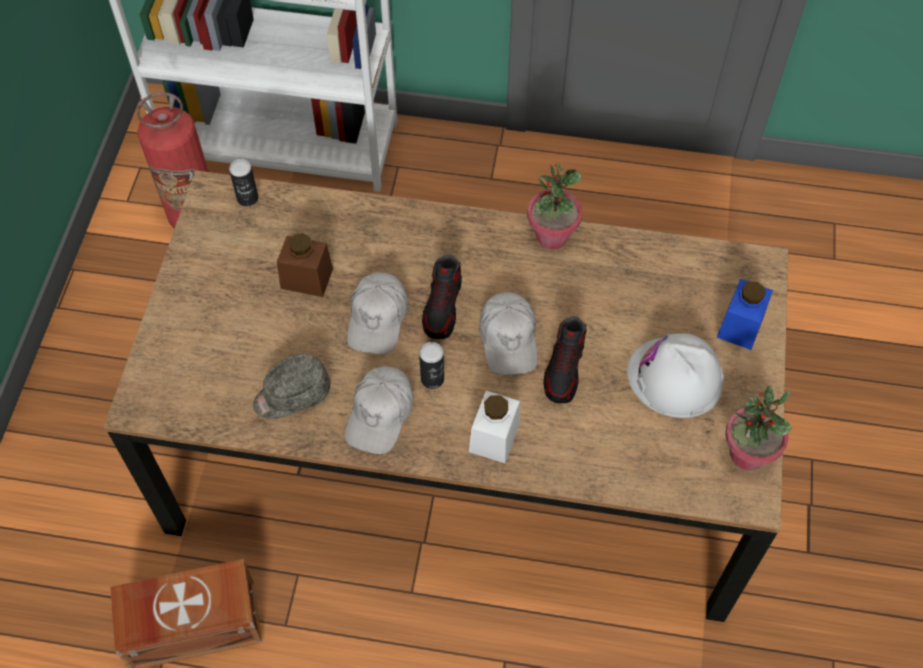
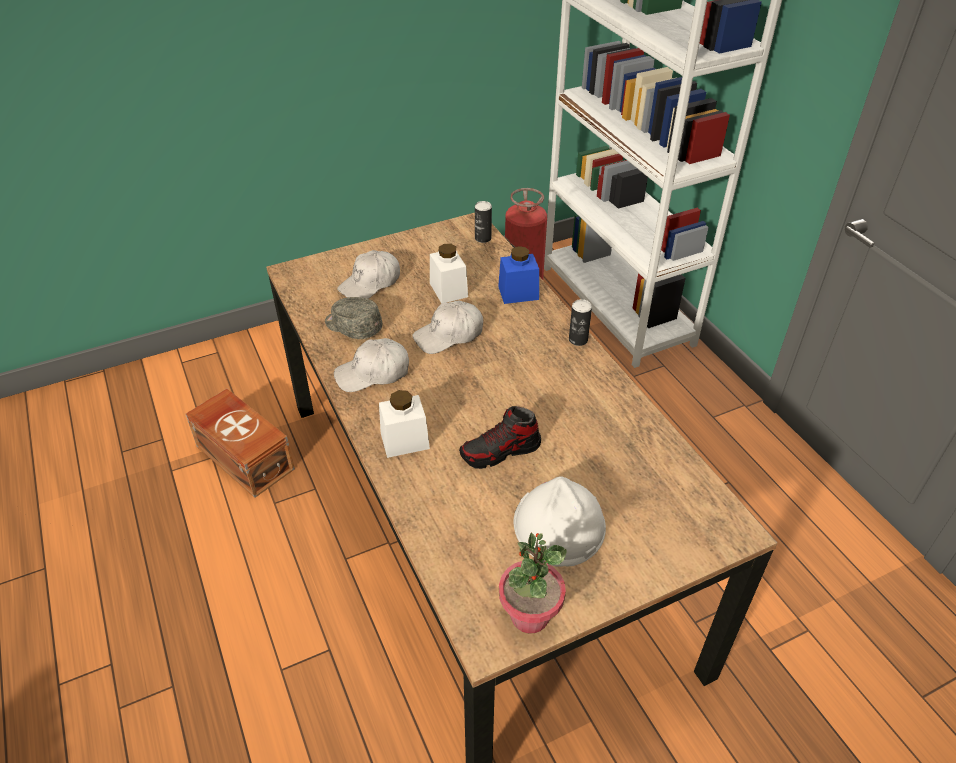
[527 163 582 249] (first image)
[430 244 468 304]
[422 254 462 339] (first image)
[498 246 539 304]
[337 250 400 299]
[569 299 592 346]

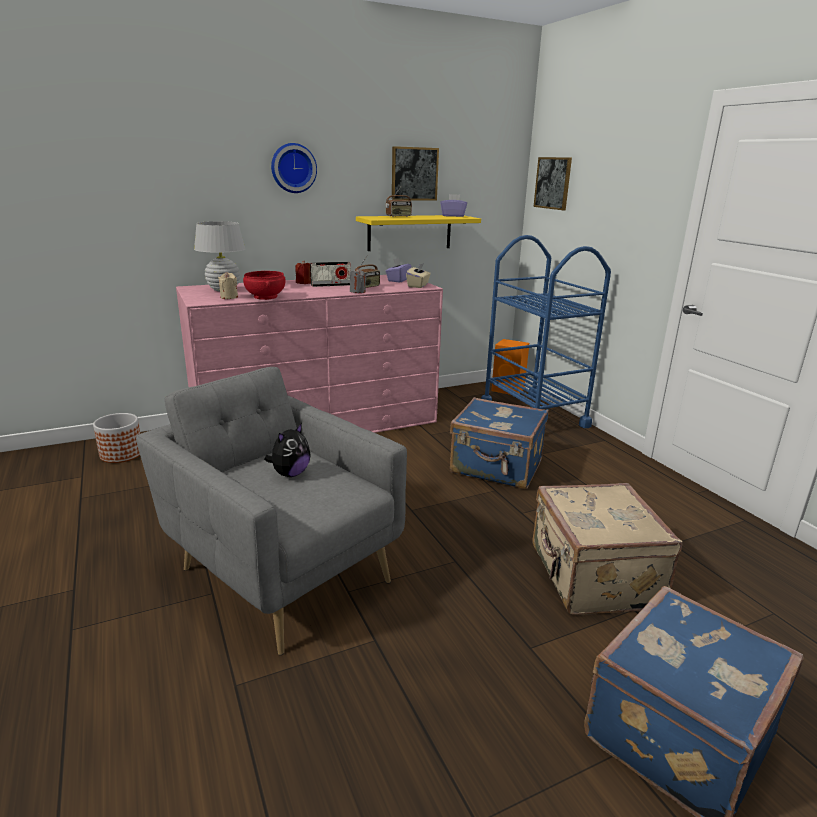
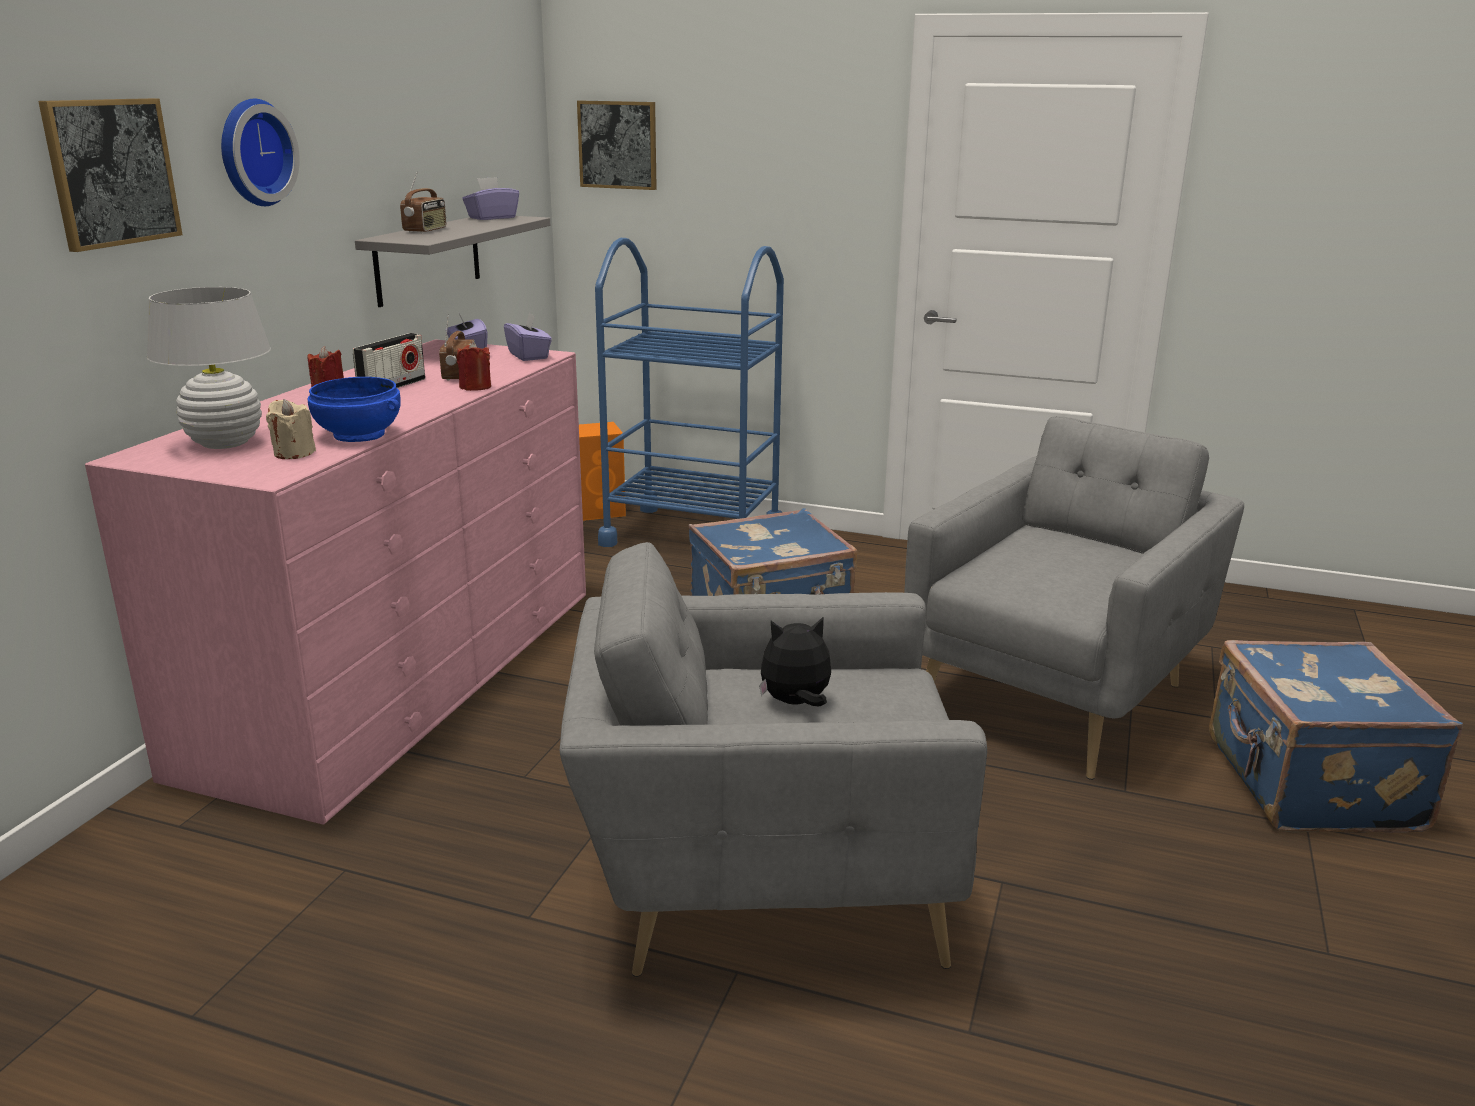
[38 98 182 252]
[355 216 550 307]
[504 312 552 361]
[457 341 491 391]
[308 377 401 442]
[93 413 140 463] (first image)
[759 616 831 707]
[904 416 1244 780]

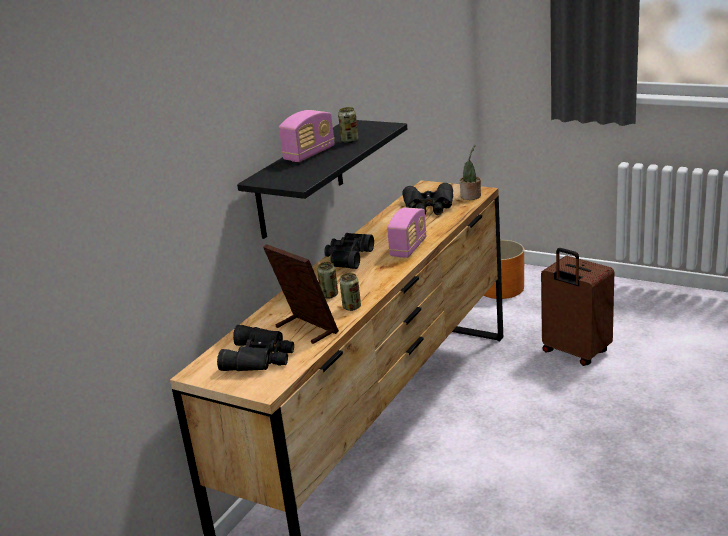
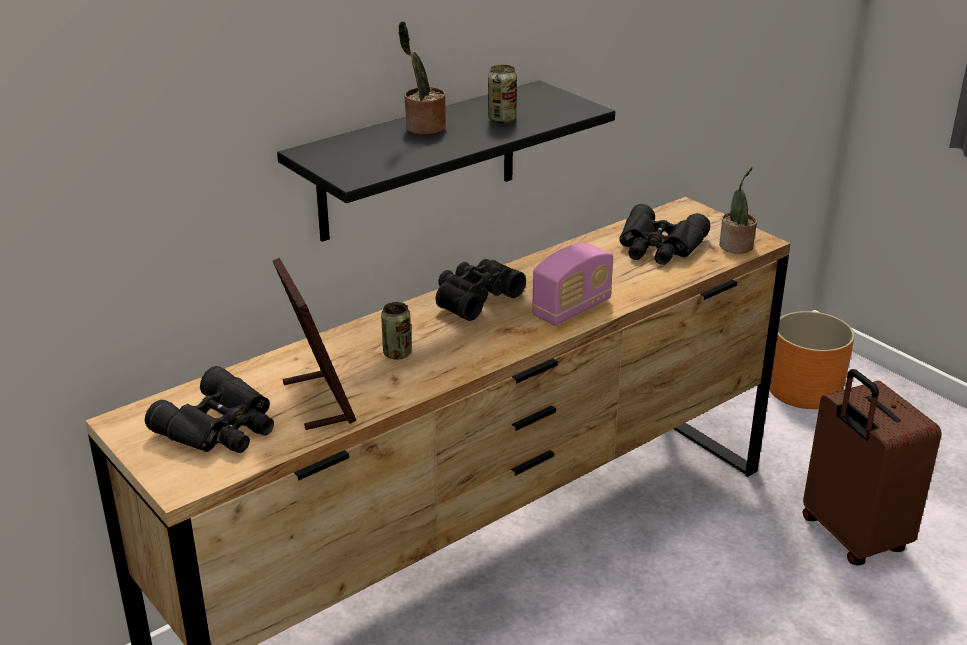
[398 21 446 135]
[340 273 361 311] (first image)

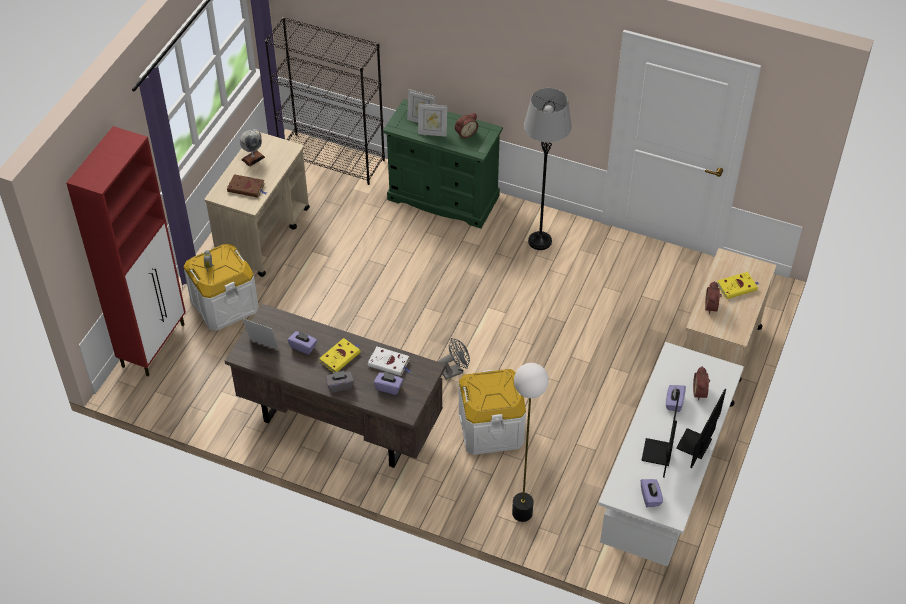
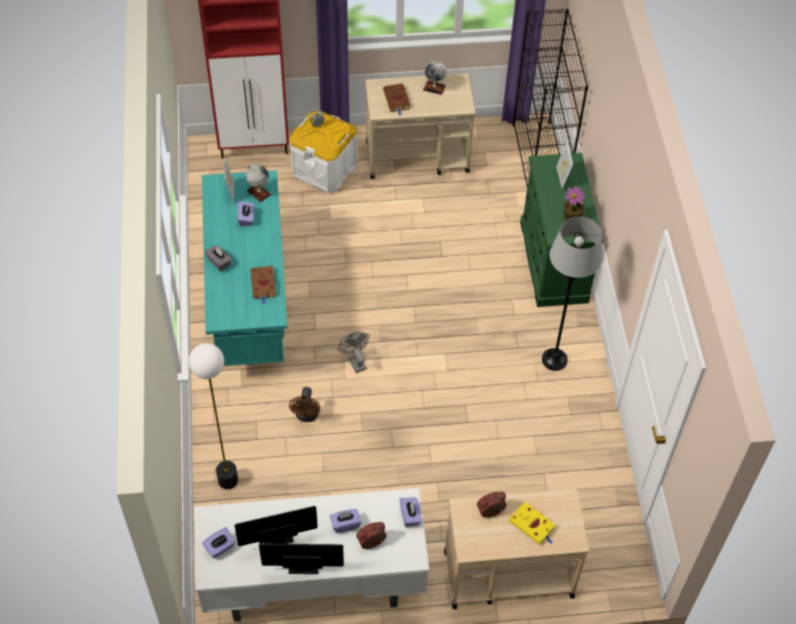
[418 103 447 137] (first image)
[563 186 586 220]
[202 170 287 366]
[319 338 361 372] (first image)
[338 332 370 373]
[250 266 276 304]
[289 387 320 422]
[400 497 422 527]
[246 164 271 202]

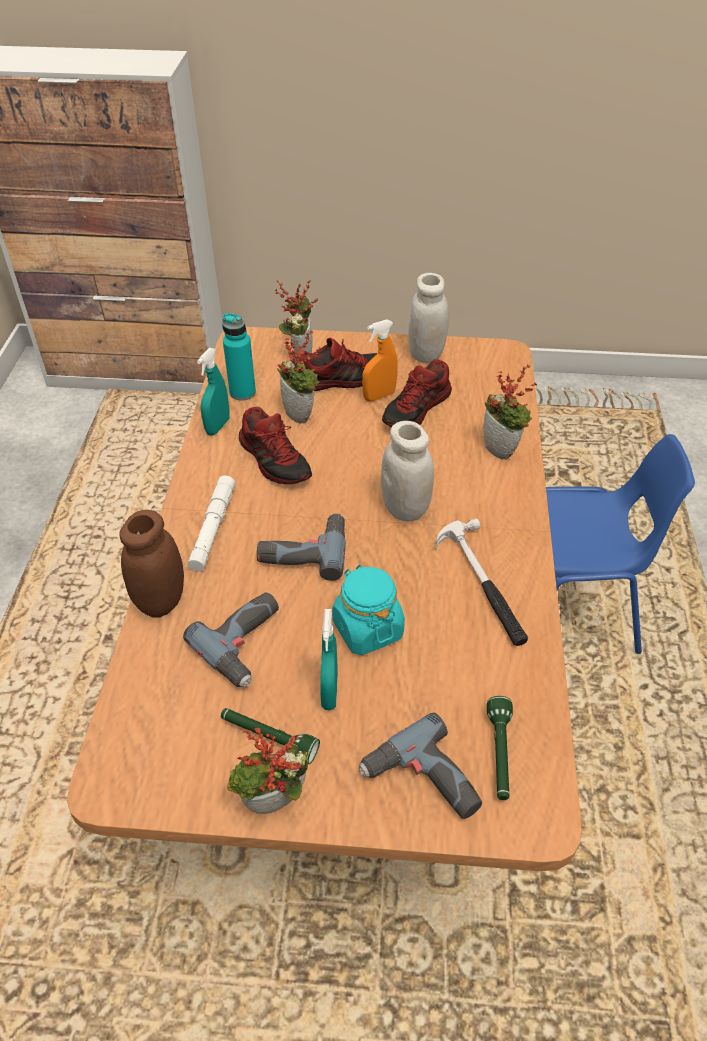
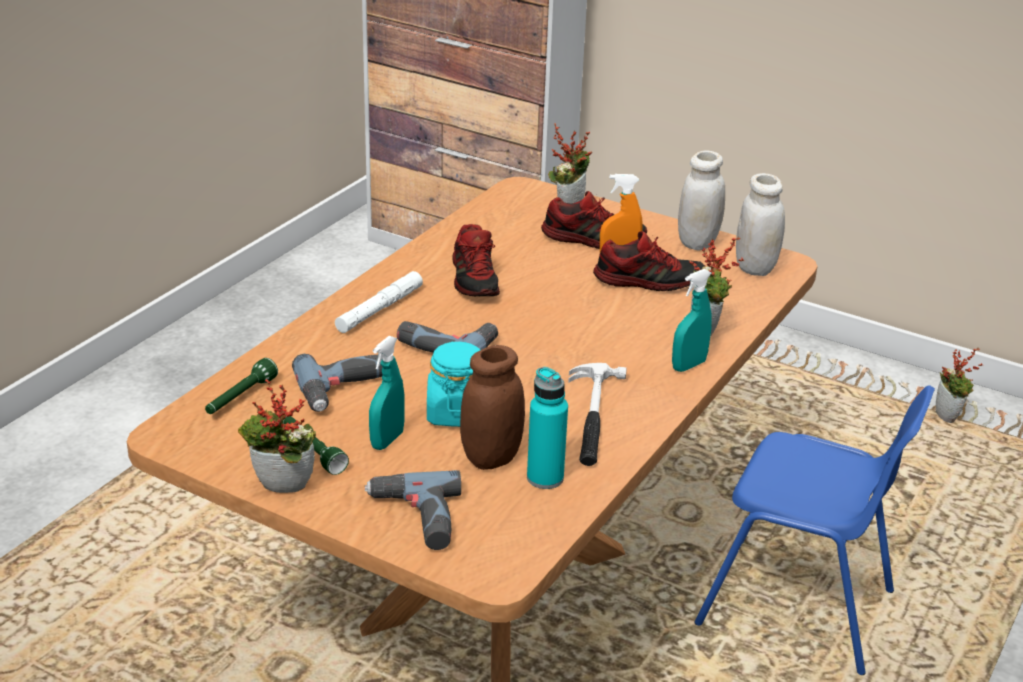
[527 367 568 489]
[936 348 982 423]
[672 269 712 372]
[593 231 705 291]
[736 173 785 276]
[460 345 525 470]
[205 358 278 414]

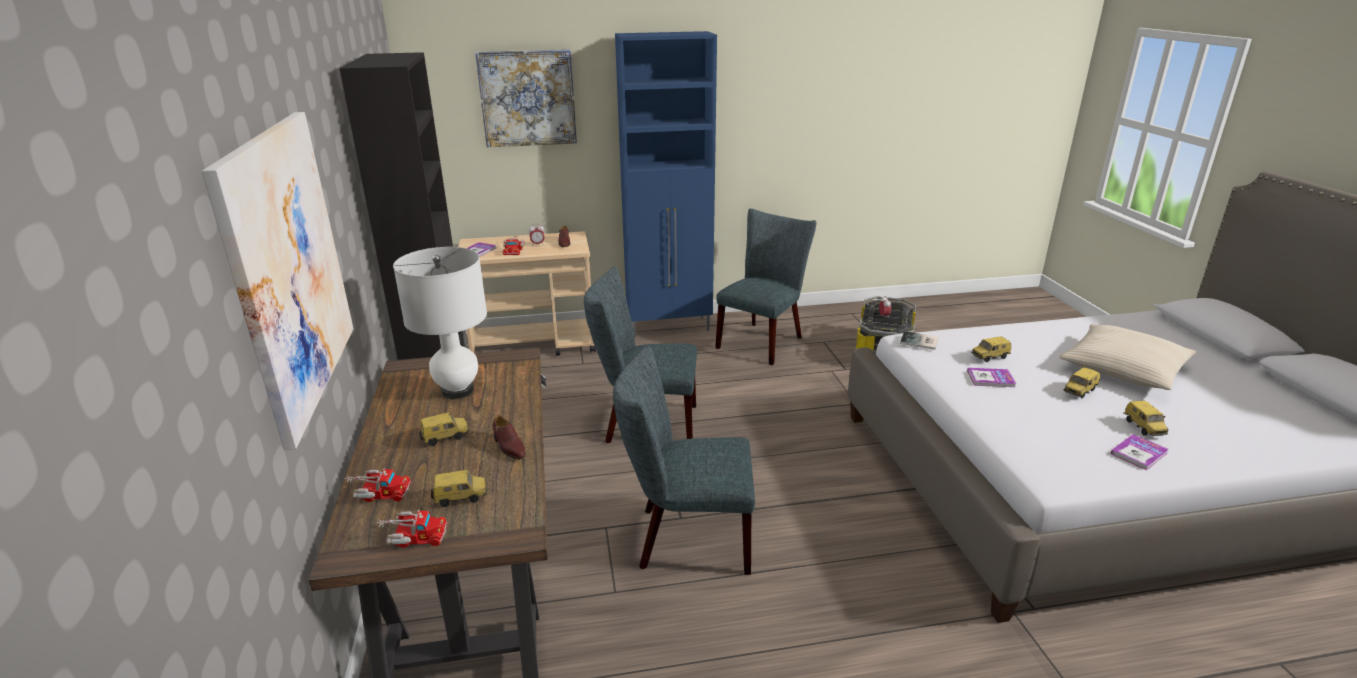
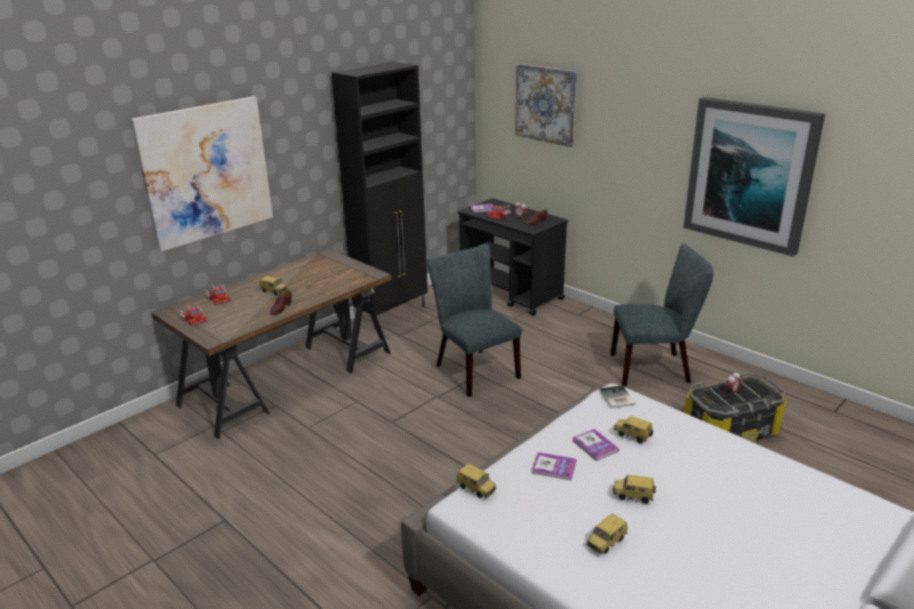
[615 31 717 337] (first image)
[458 198 568 316]
[393 247 487 399] (first image)
[1059 324 1196 390] (first image)
[613 346 755 575] (first image)
[532 452 576 480]
[456 464 496 498]
[683 97 825 256]

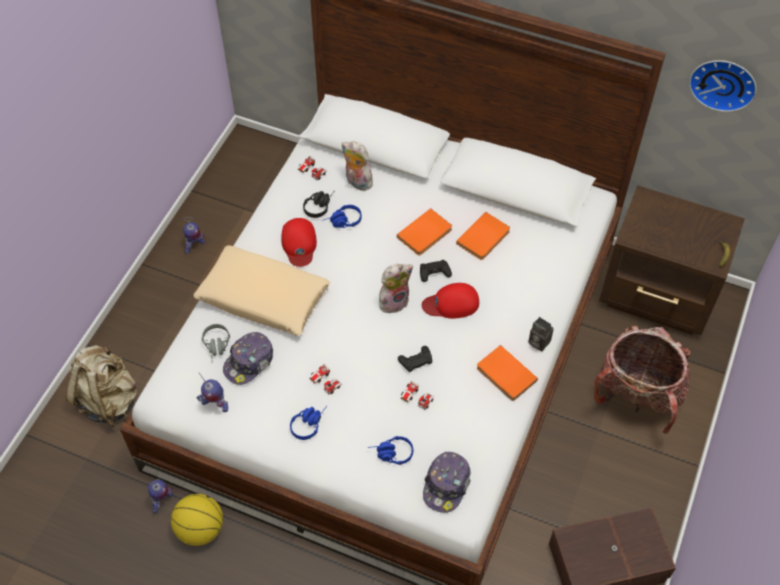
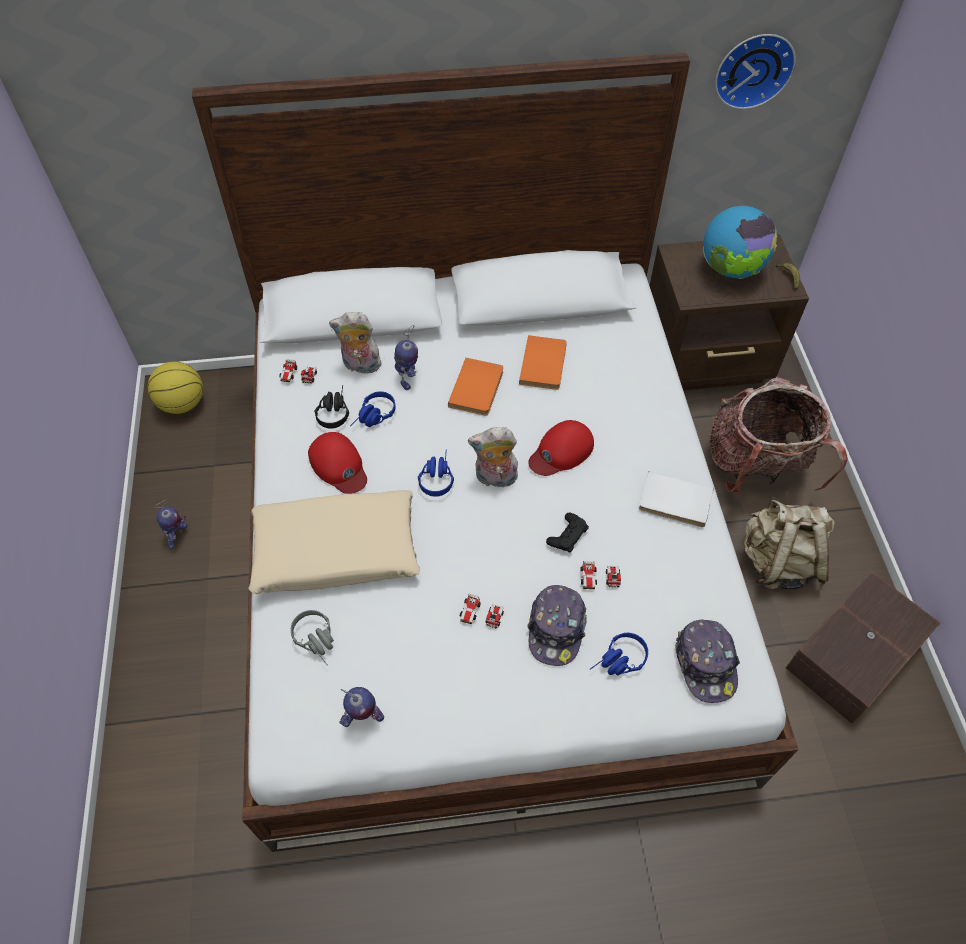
[420 260 452 282] (first image)
[468 427 519 487]
[528 317 554 352] (first image)
[528 585 587 666]
[744 497 835 590]
[639 471 714 527]
[418 449 454 497]
[394 325 418 390]
[148 361 203 414]
[703 206 778 279]

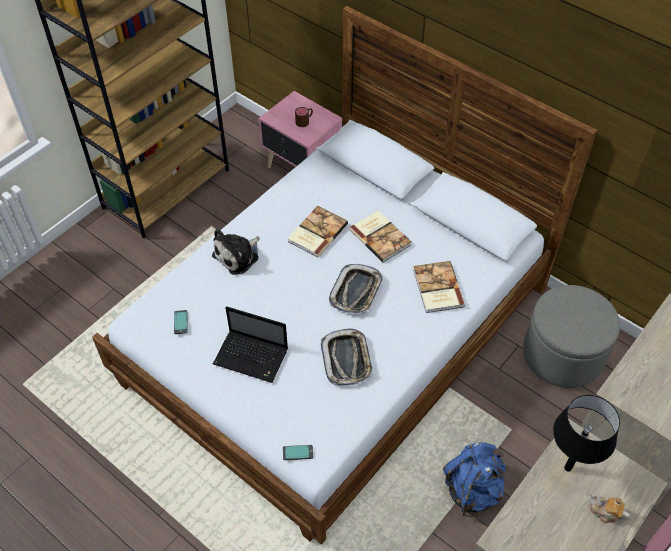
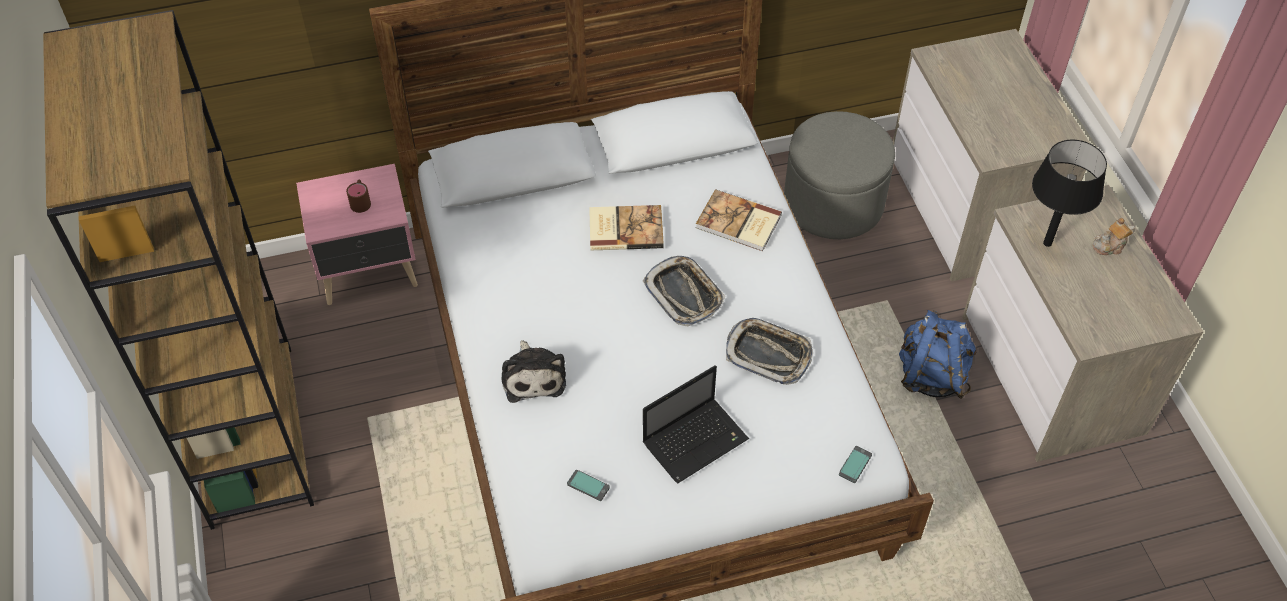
[288 206 348 258] (first image)

